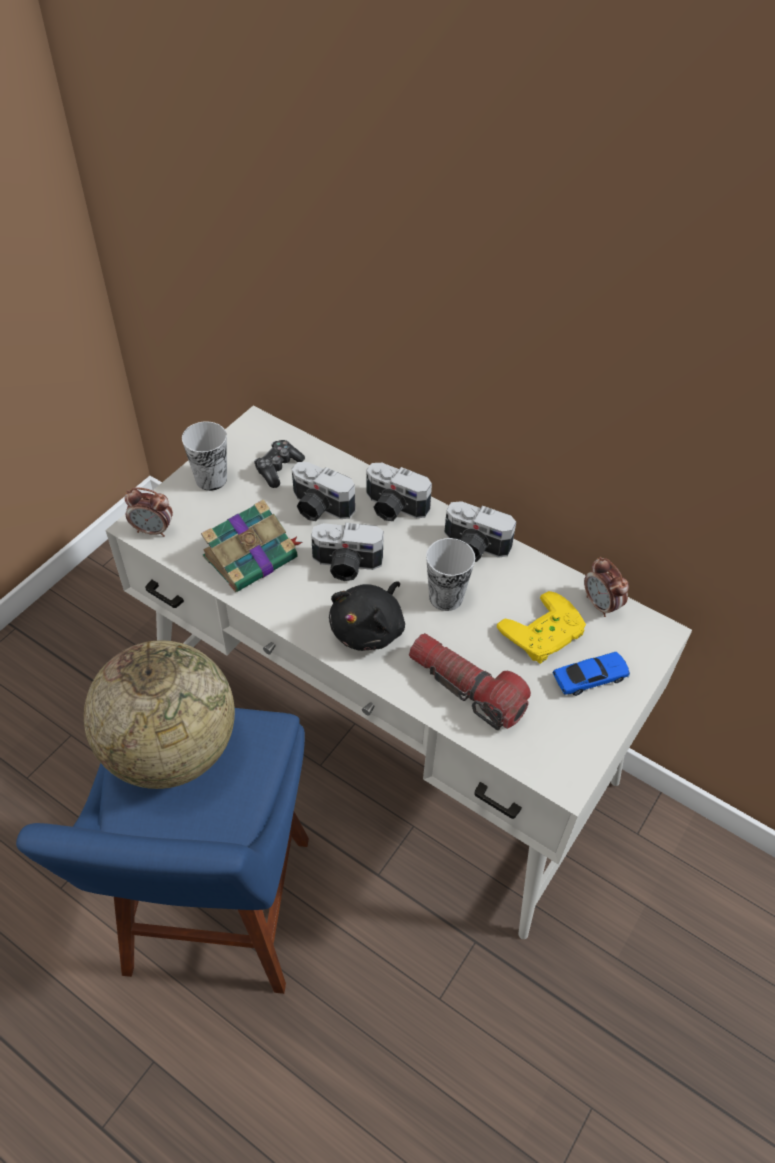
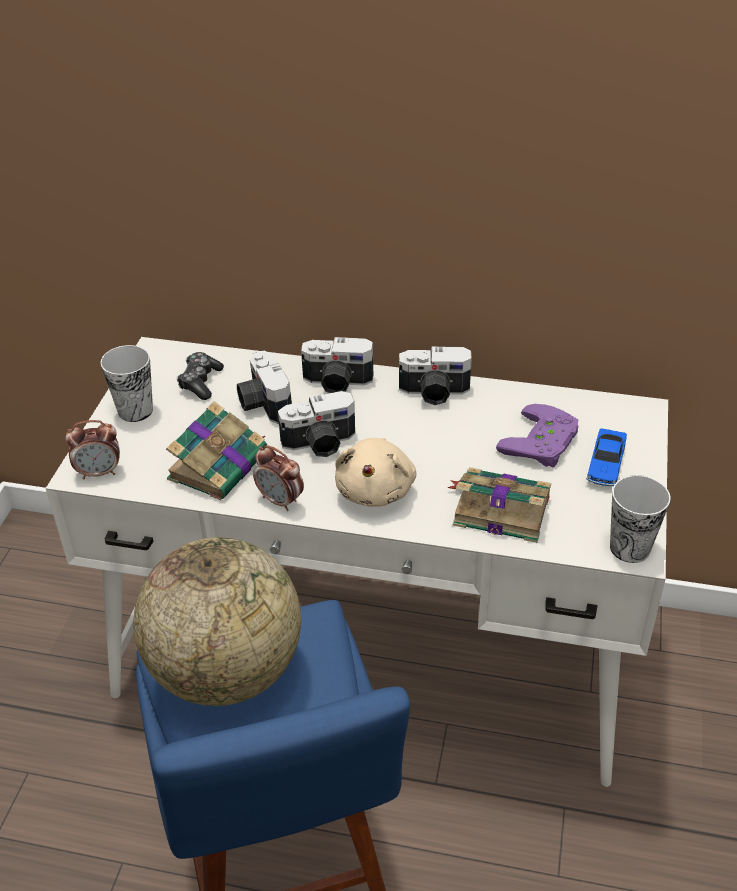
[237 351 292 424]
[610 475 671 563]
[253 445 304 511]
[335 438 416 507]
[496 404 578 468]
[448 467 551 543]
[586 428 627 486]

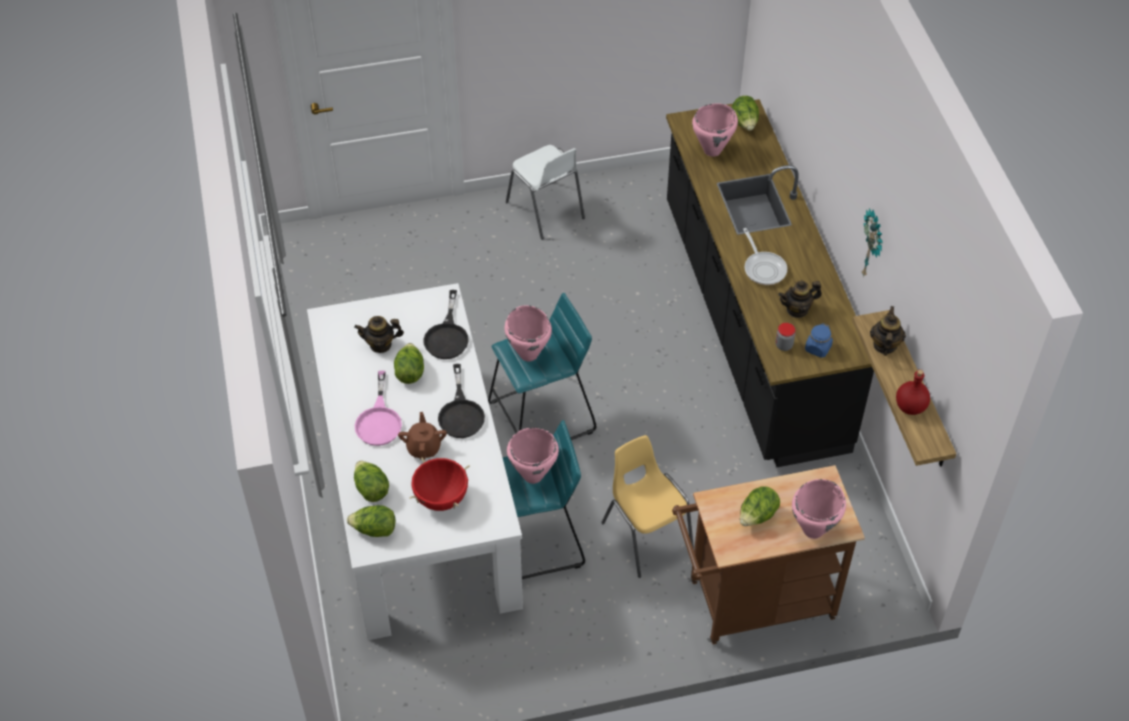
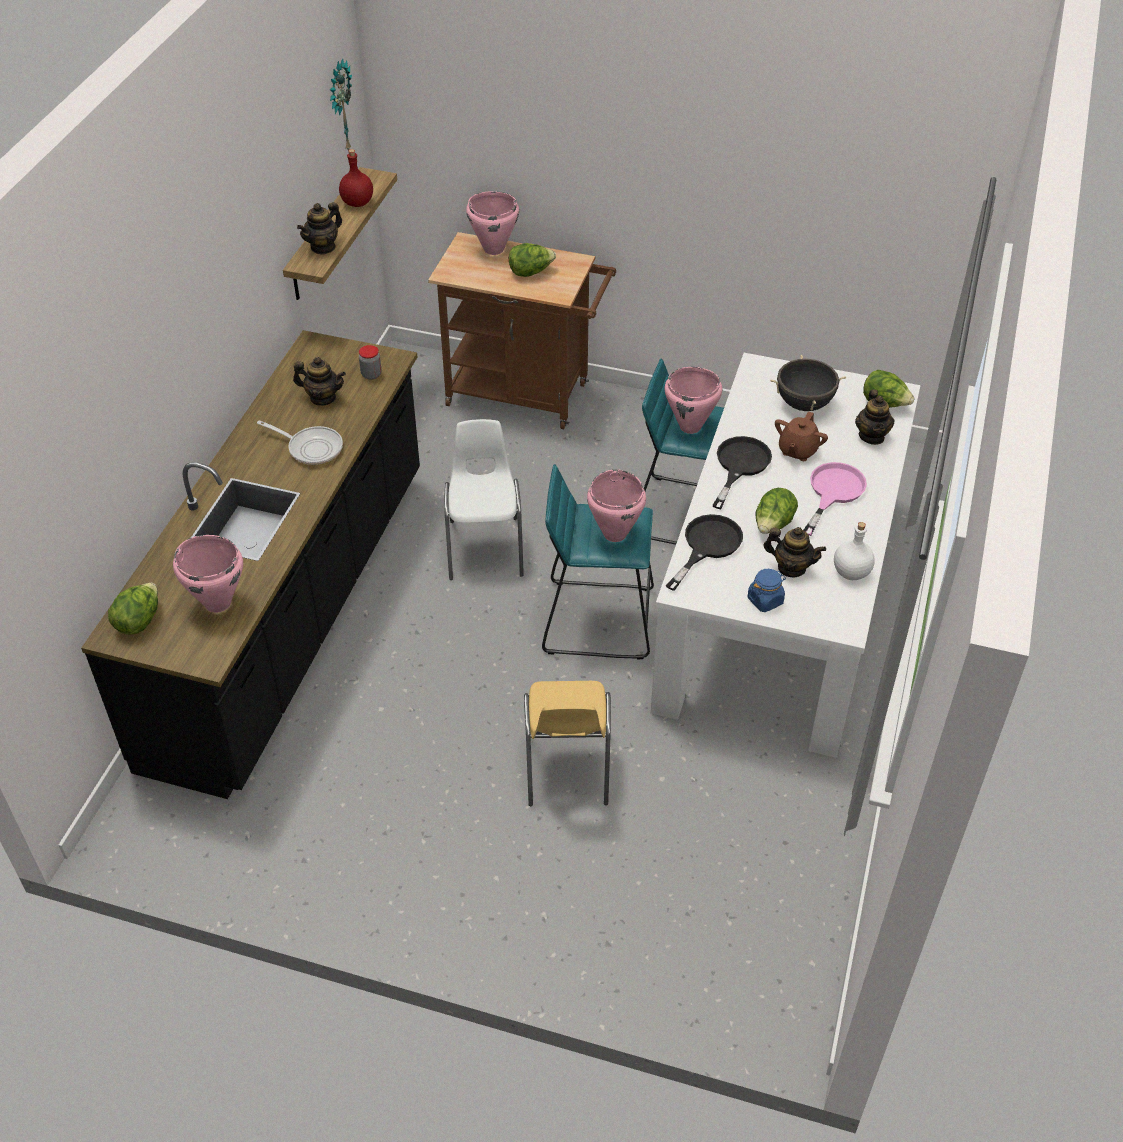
[444 419 524 580]
[330 58 352 152]
[257 420 343 465]
[747 569 786 612]
[524 681 611 806]
[770 354 846 411]
[855 389 894 445]
[834 522 875 580]

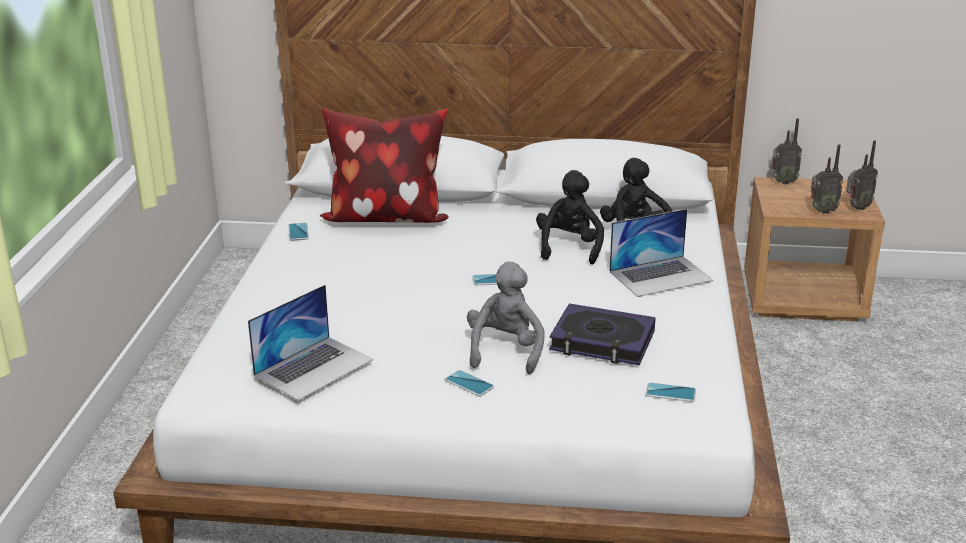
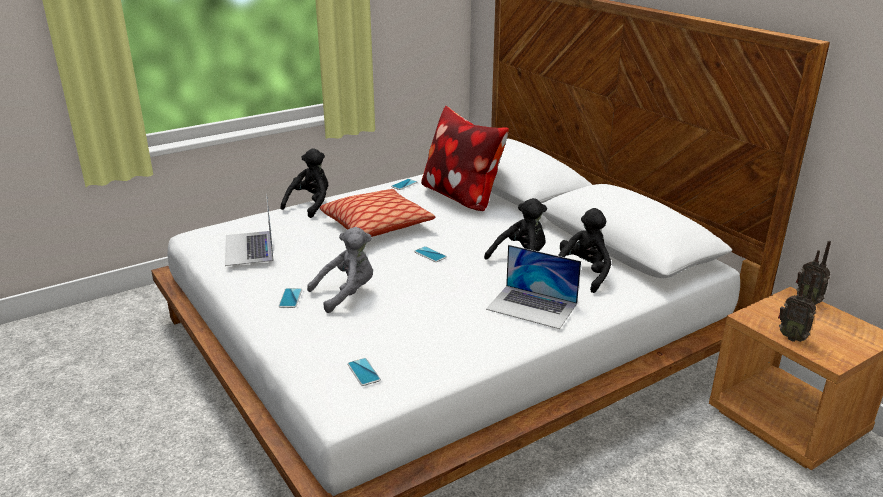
[846 140 878 210] (first image)
[225 193 274 266]
[549 303 656 365] (first image)
[280 148 328 218]
[320 189 435 237]

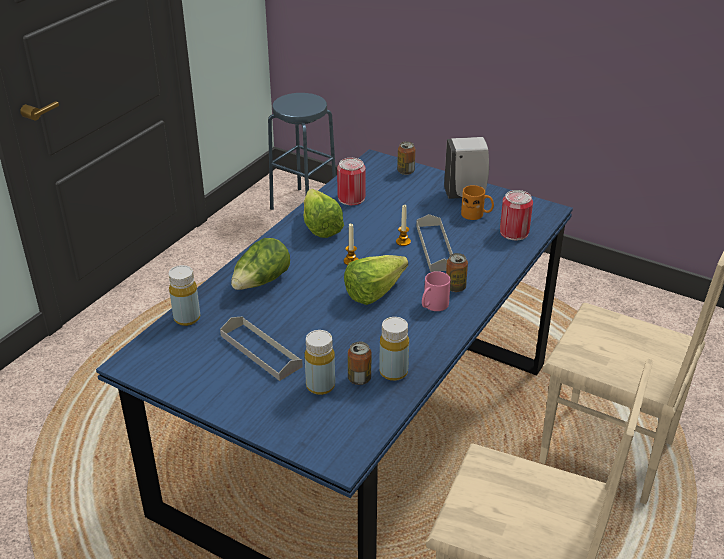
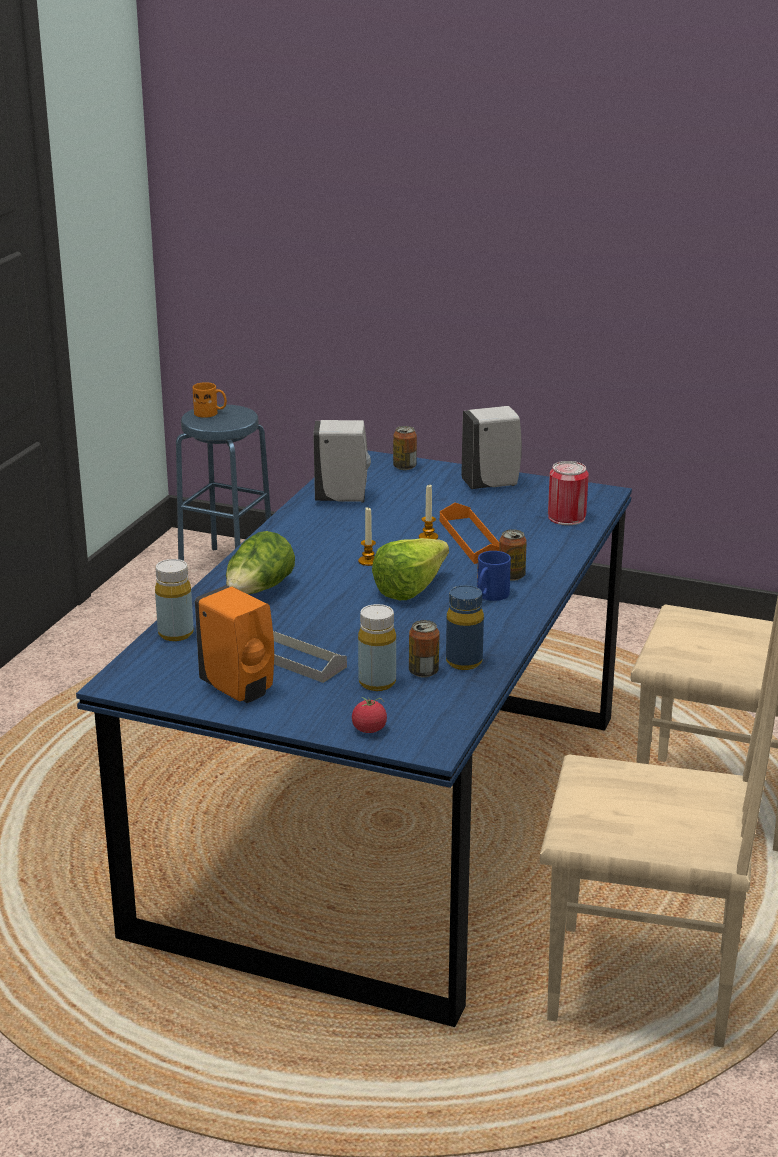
[313 420 371 503]
[193 382 227 418]
[303 189 344 238] (first image)
[440 503 499 564]
[477 551 511 601]
[446 585 484 670]
[195 585 274 703]
[352 697 387 733]

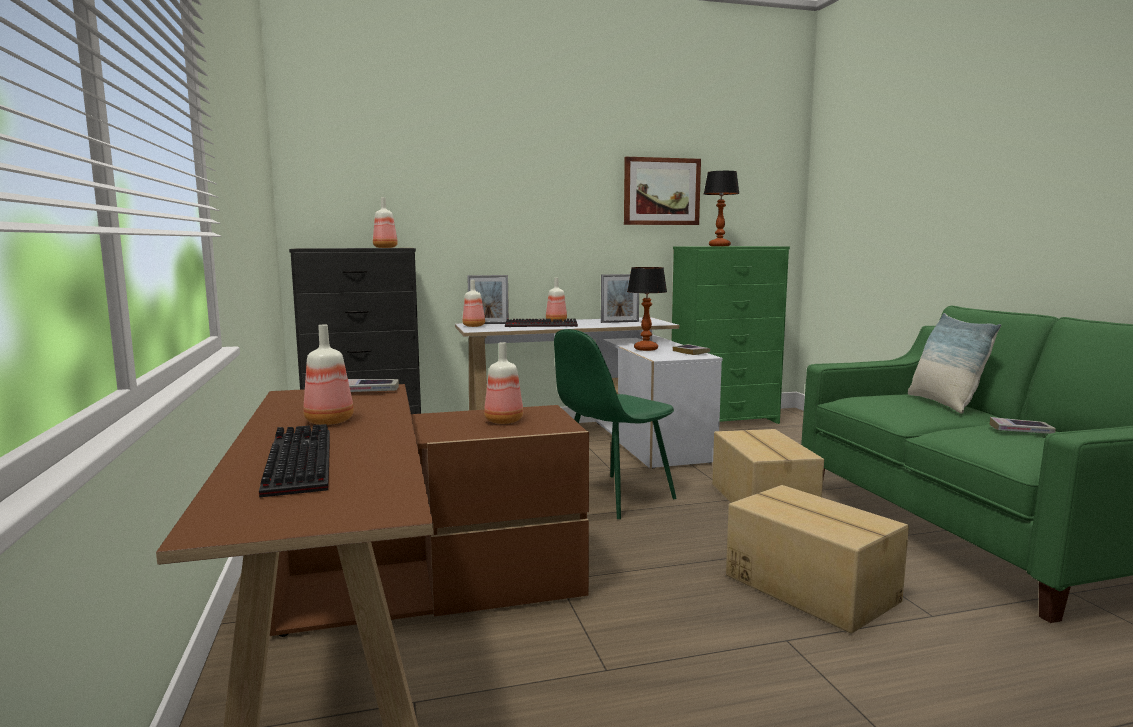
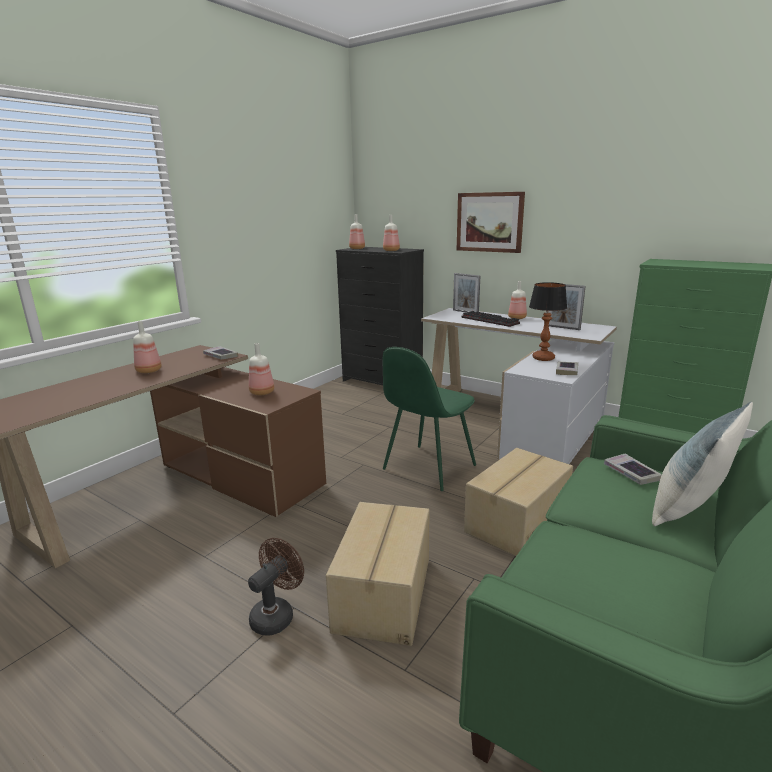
[457 192 525 253]
[704 171 740 246] (first image)
[349 215 365 249]
[383 347 476 491]
[604 454 662 485]
[259 424 330 498] (first image)
[248 538 304 636]

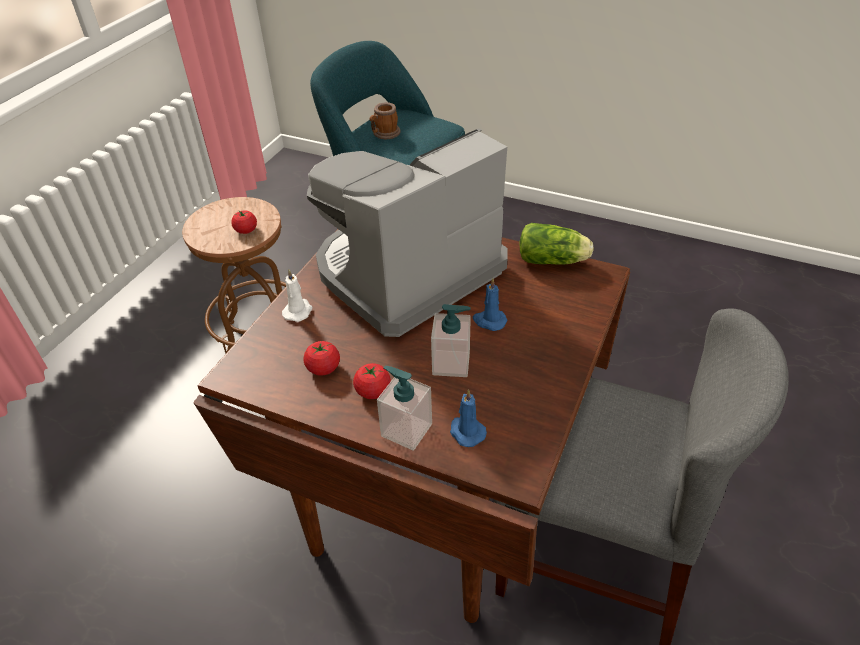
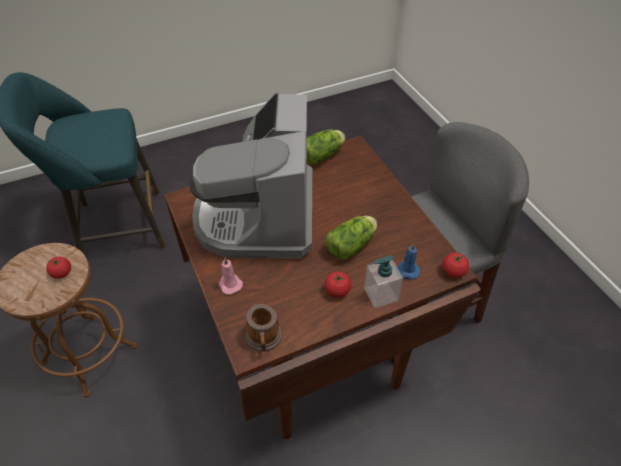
[246 304 282 352]
[219 257 243 295]
[473 278 507 331] (first image)
[325 216 377 260]
[442 252 469 278]

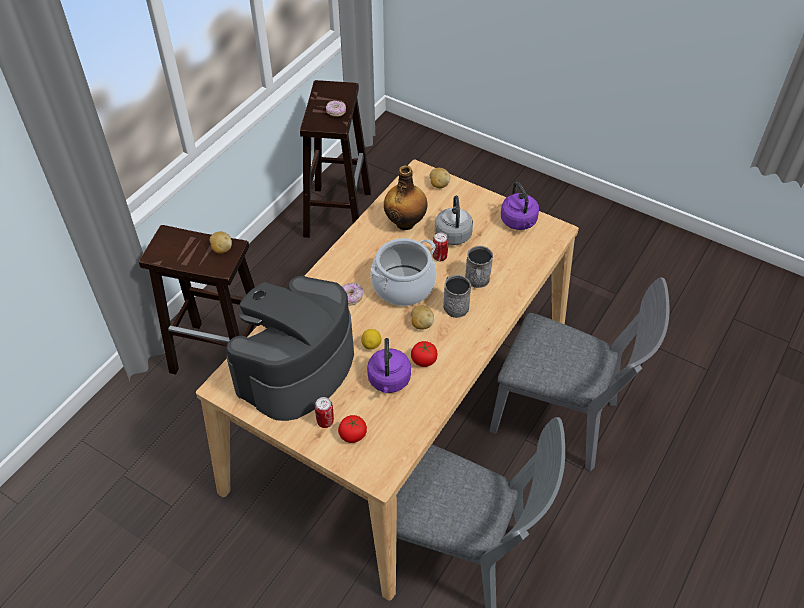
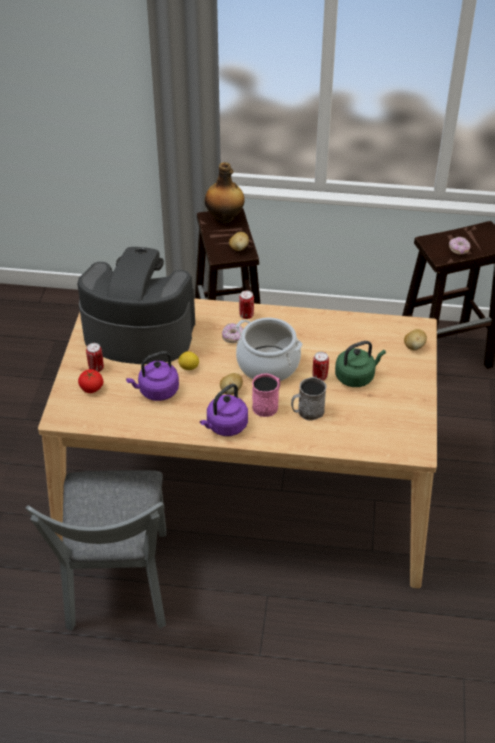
[205 162 245 223]
[200 384 248 436]
[335 341 386 387]
[252 373 280 417]
[490 277 670 471] (first image)
[411 341 438 367] (first image)
[239 290 254 319]

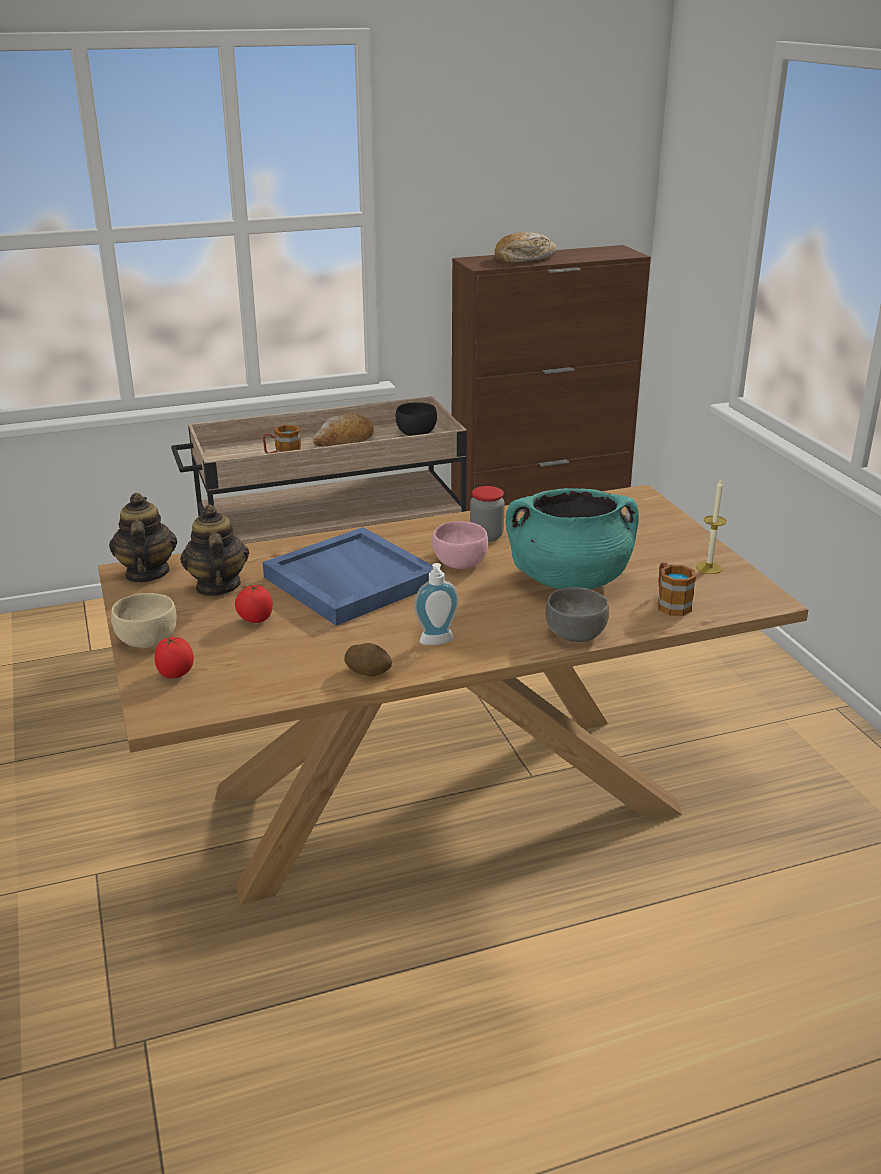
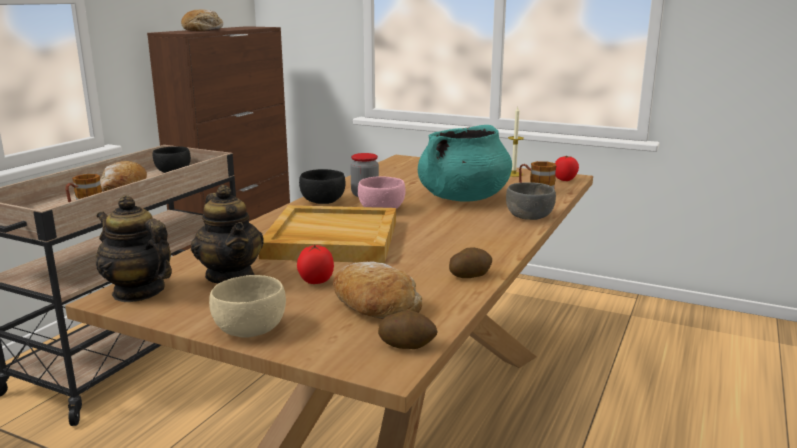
[191 185 264 284]
[259 205 396 263]
[414 563 459 645] (first image)
[555 156 579 181]
[299 169 346 204]
[333 261 422 319]
[378 310 438 349]

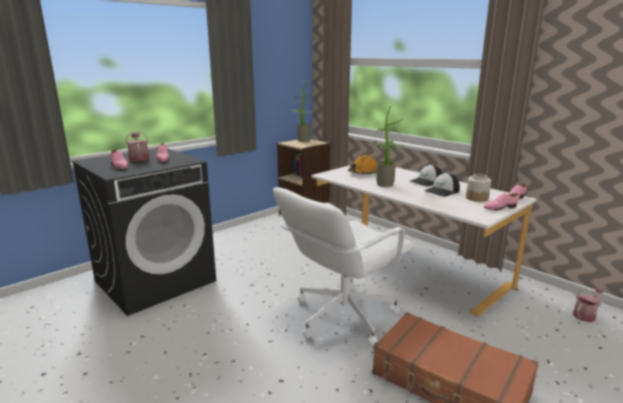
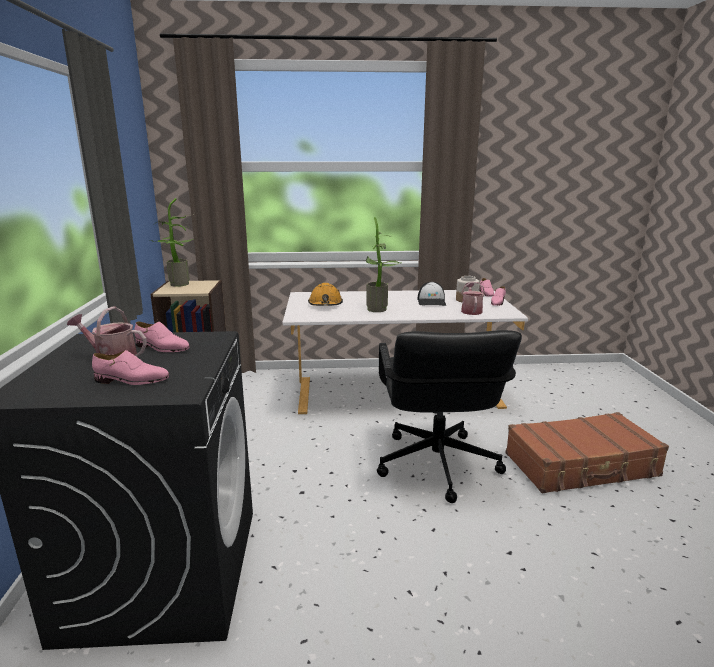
[410 165 442 186] (first image)
[377 330 522 503]
[461 282 485 315]

